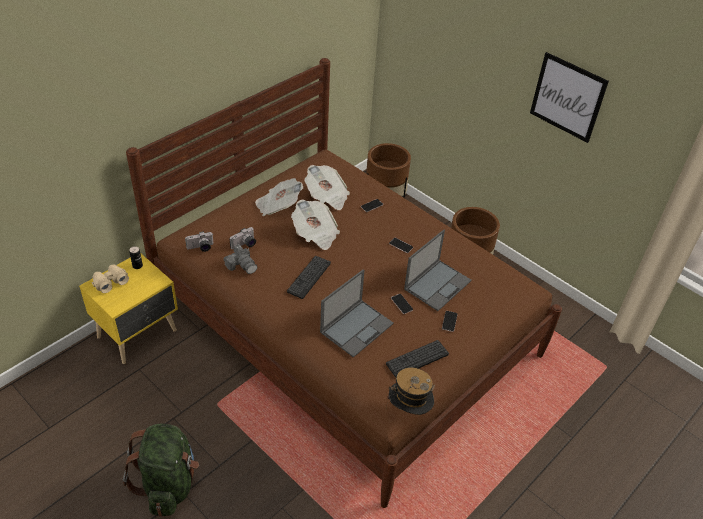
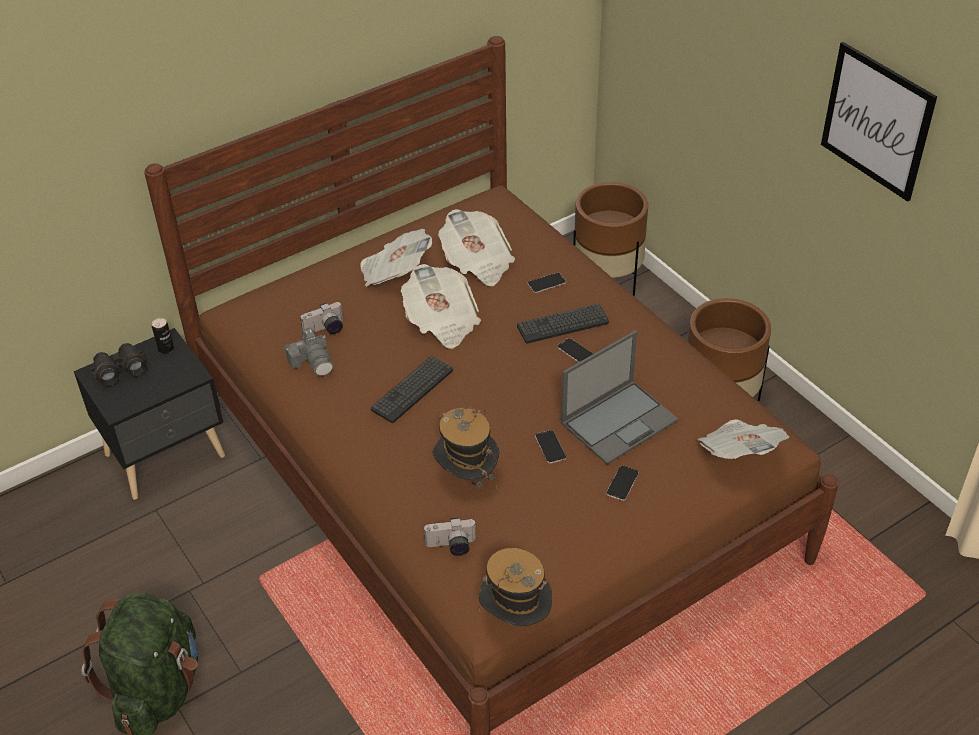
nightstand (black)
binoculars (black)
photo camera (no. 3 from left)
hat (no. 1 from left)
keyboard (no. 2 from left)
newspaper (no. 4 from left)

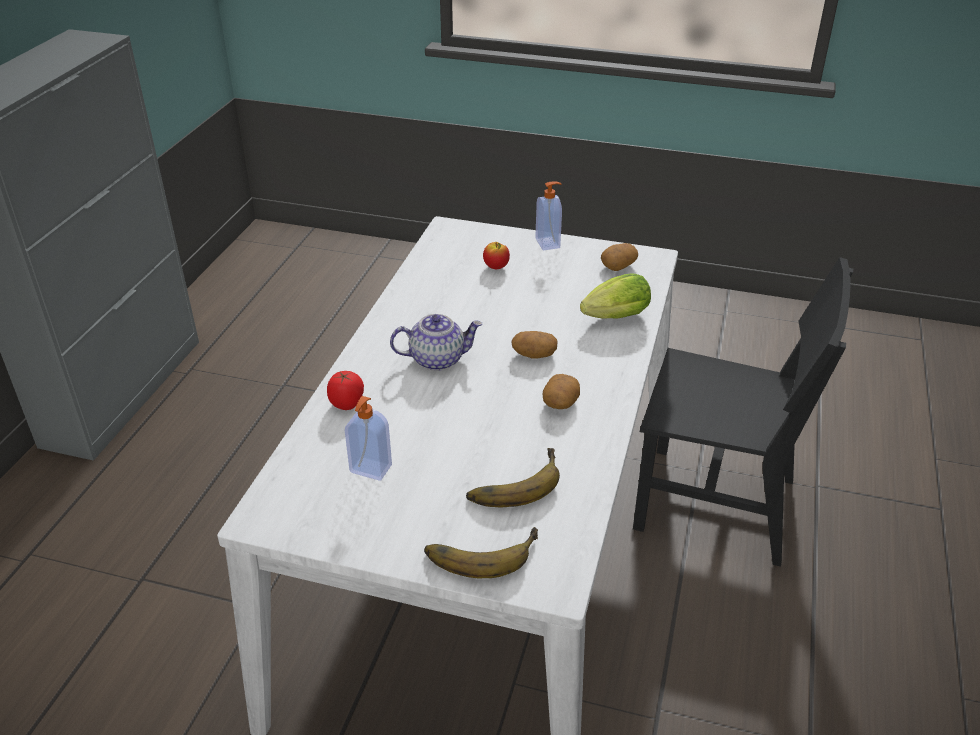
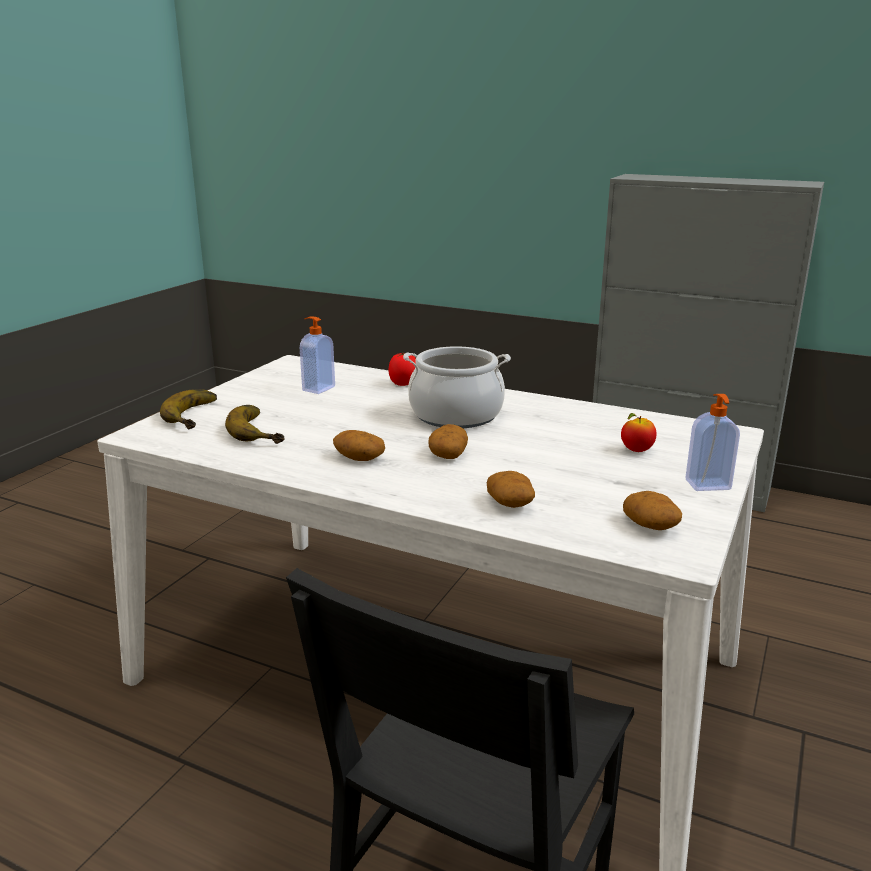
cooking pot
potato (no. 3 from left)

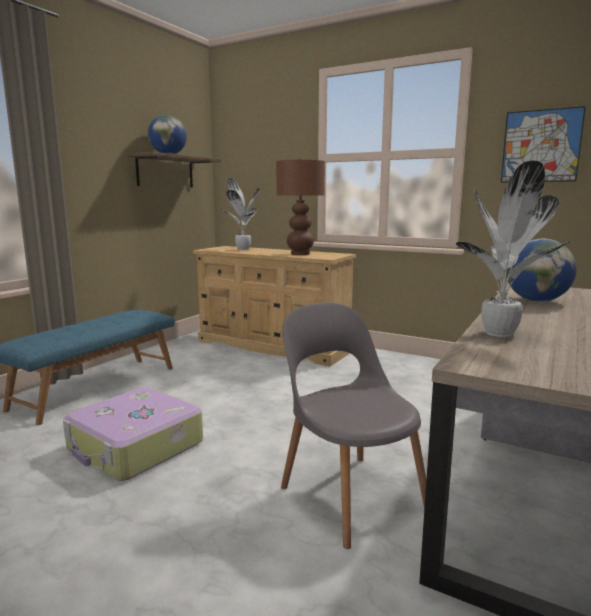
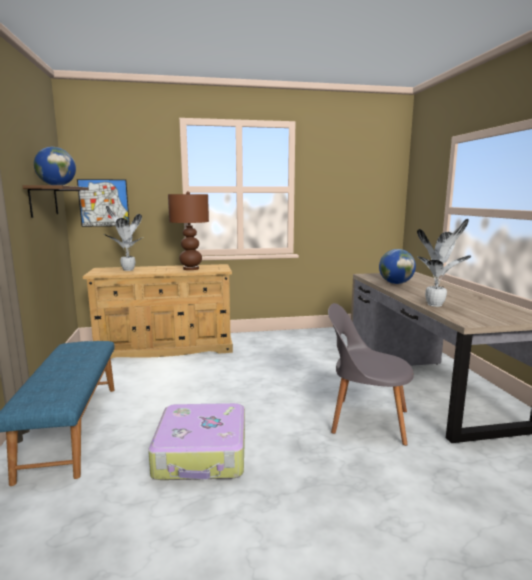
picture

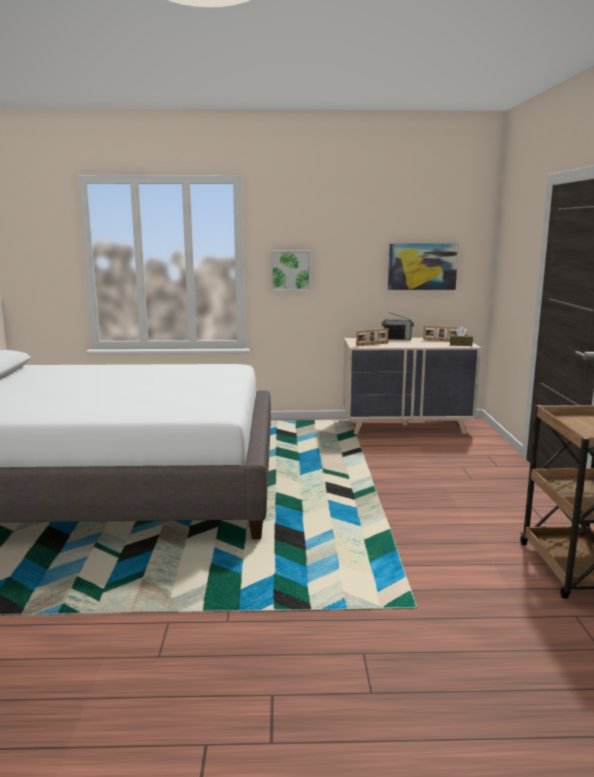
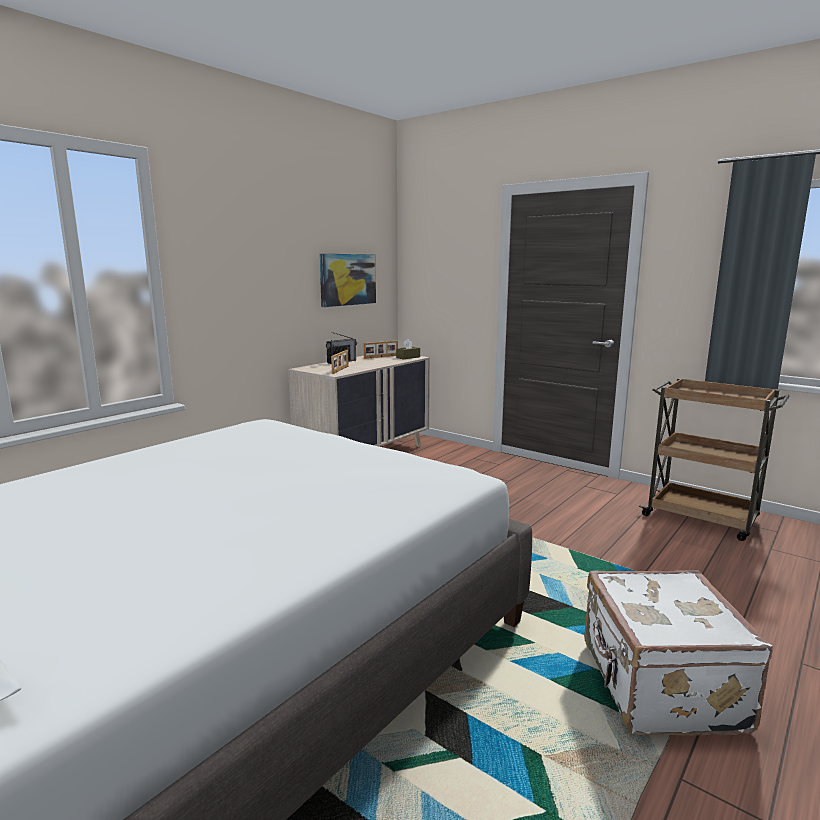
suitcase (white)
picture (no. 1 from left in the first image)

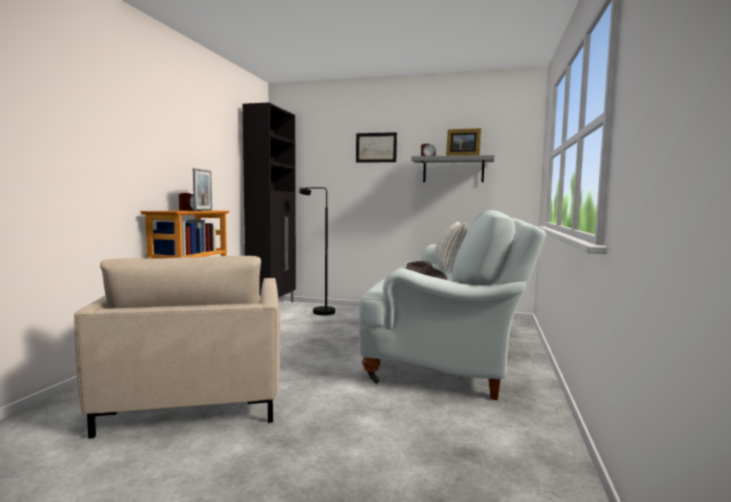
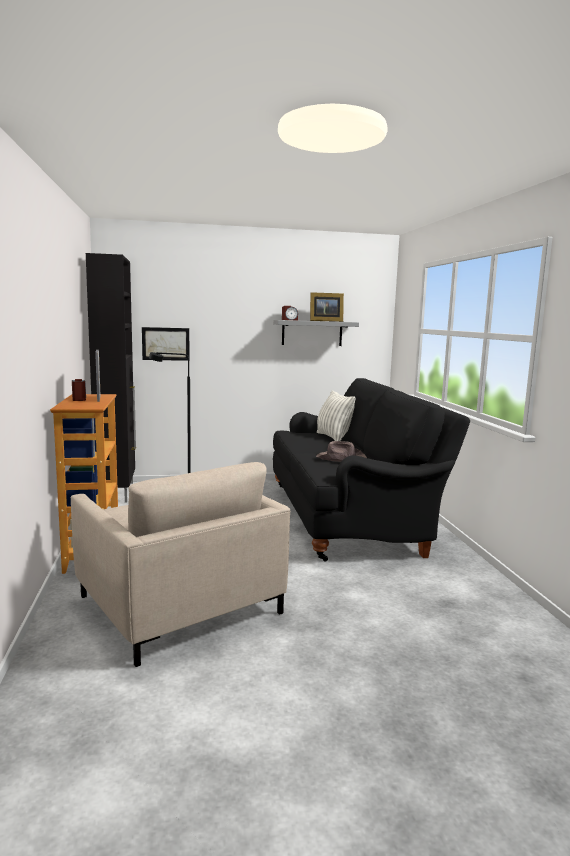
picture
sofa (black)

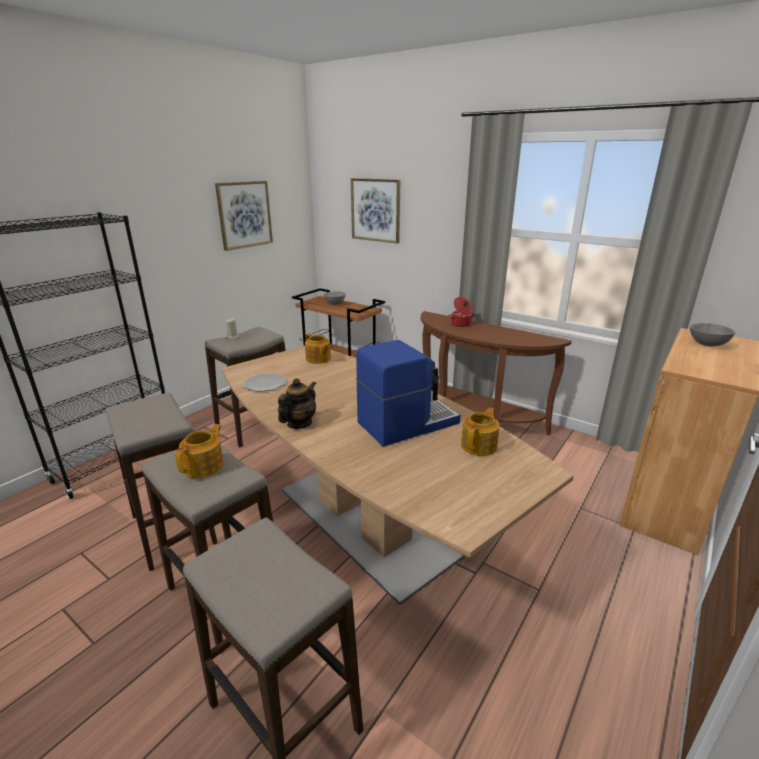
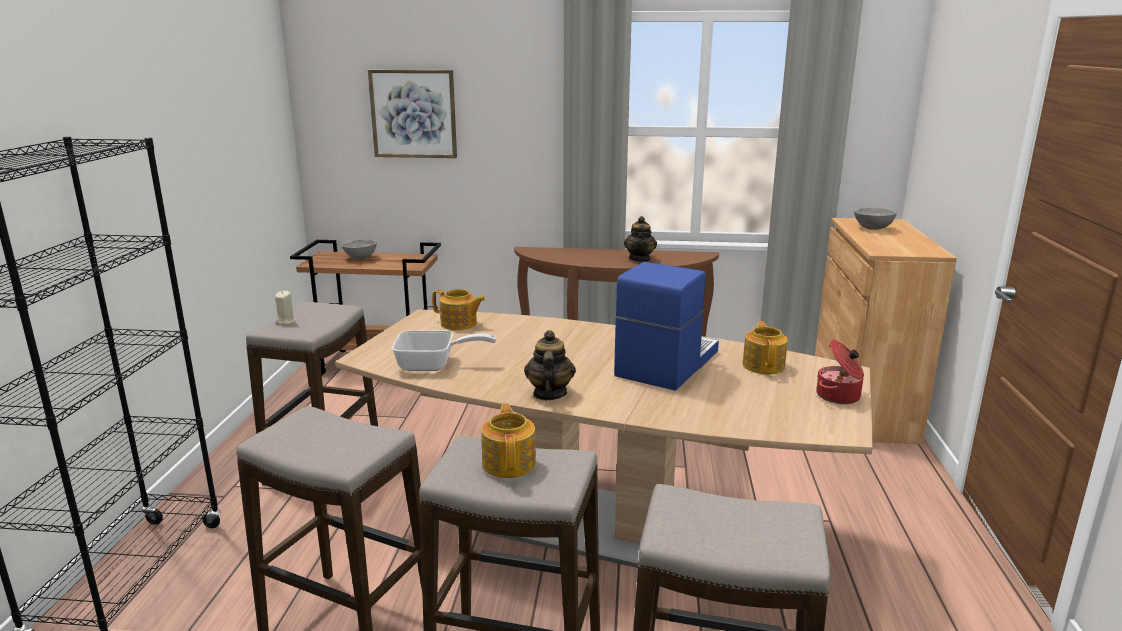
frying pan
teapot (no. 4 from left)
cooking pot
picture (no. 1 from left in the first image)

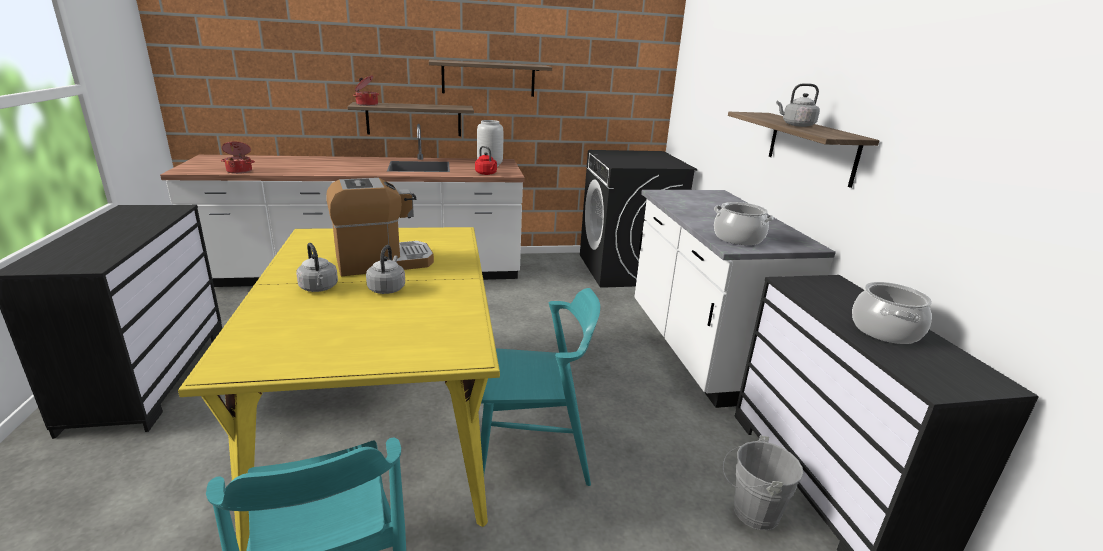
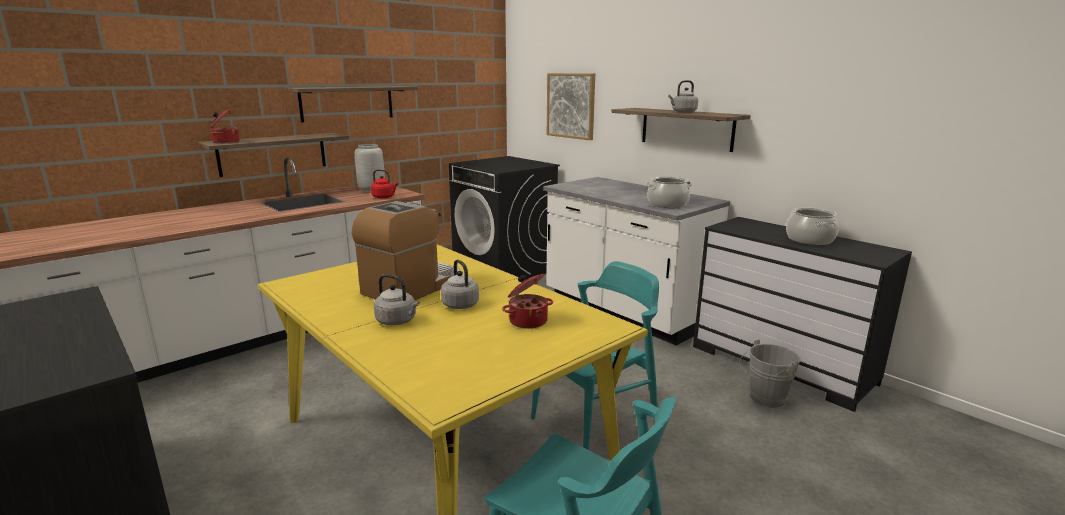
cooking pot (no. 2 from left)
picture

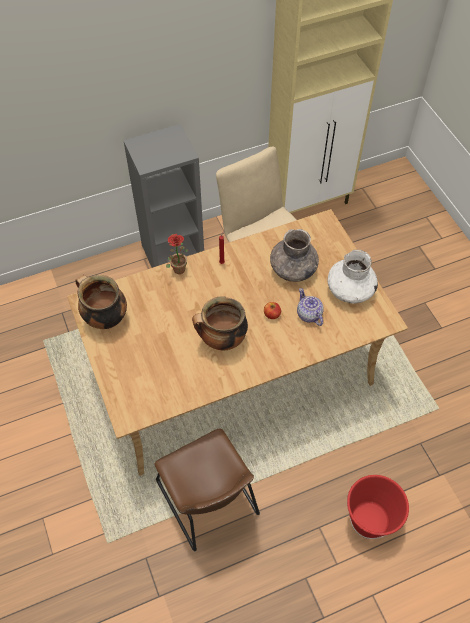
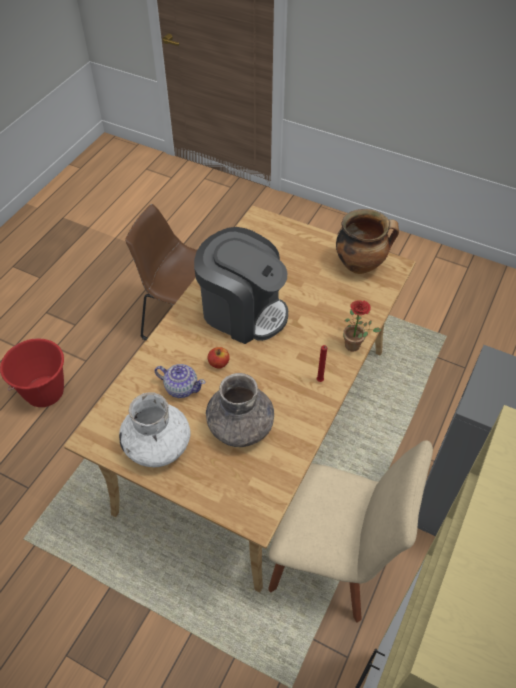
coffee machine

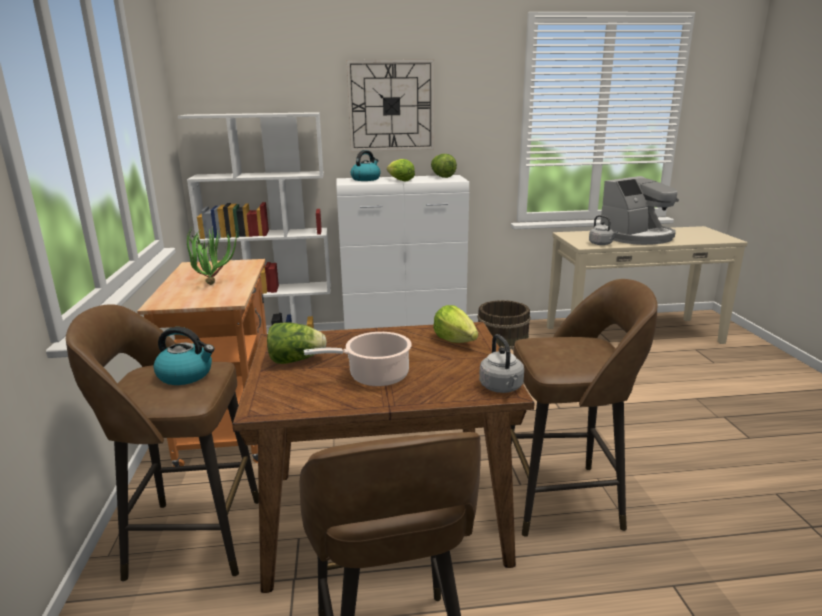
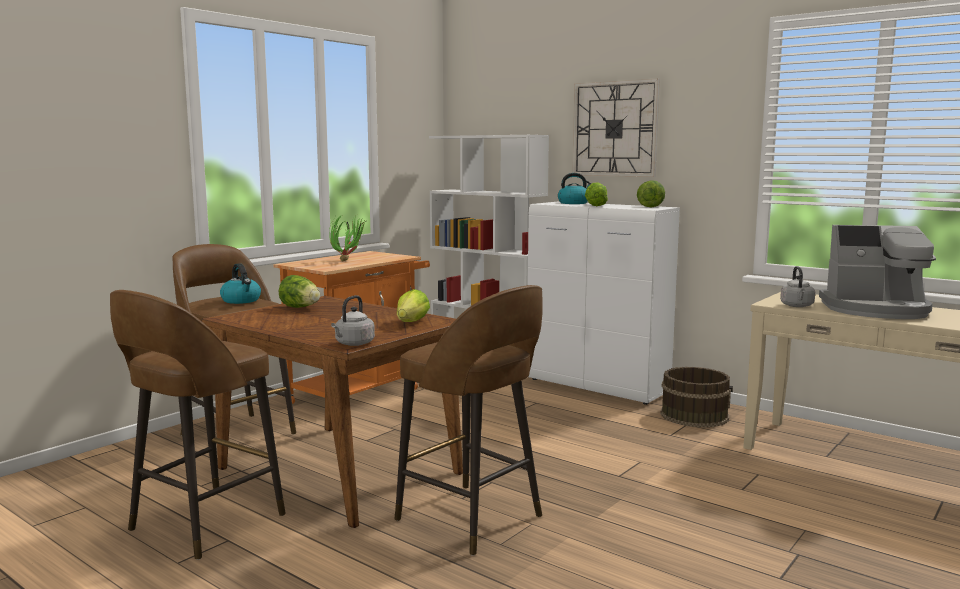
cooking pot

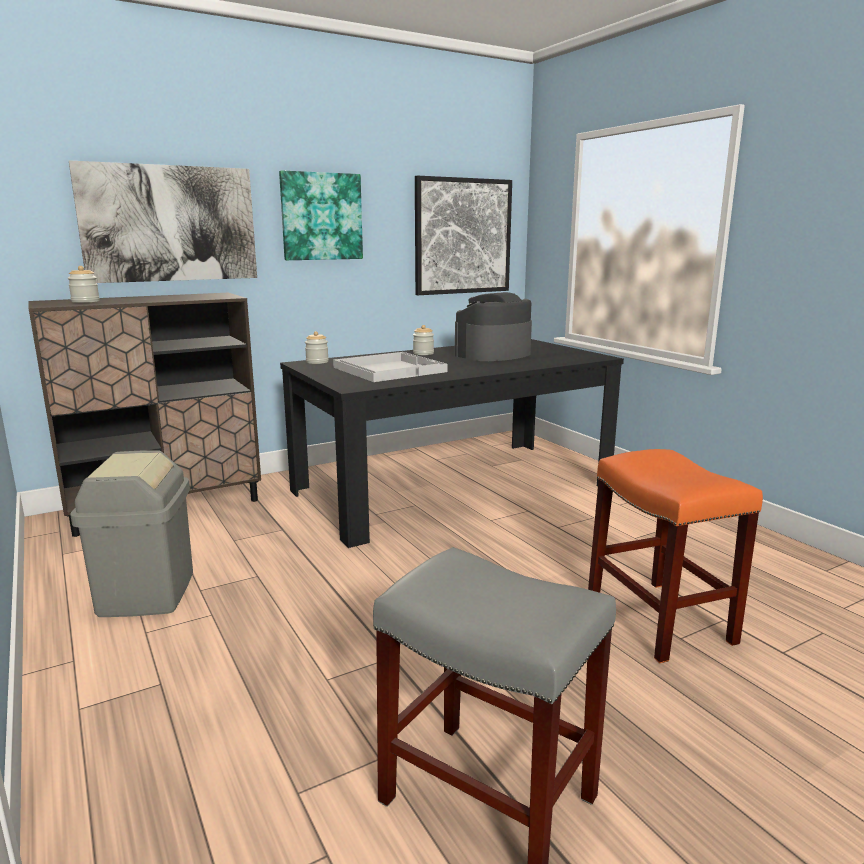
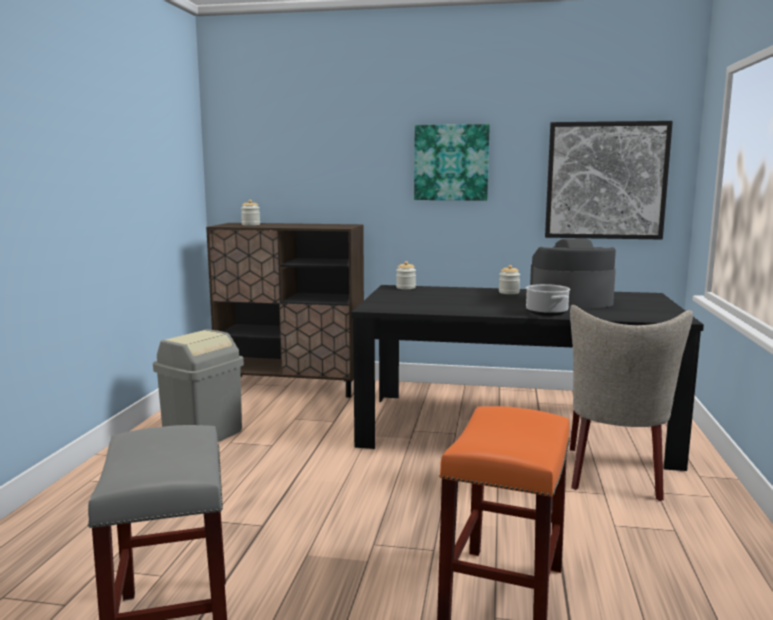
cooking pot
chair (beige)
picture (no. 1 from left in the first image)
tray (white)

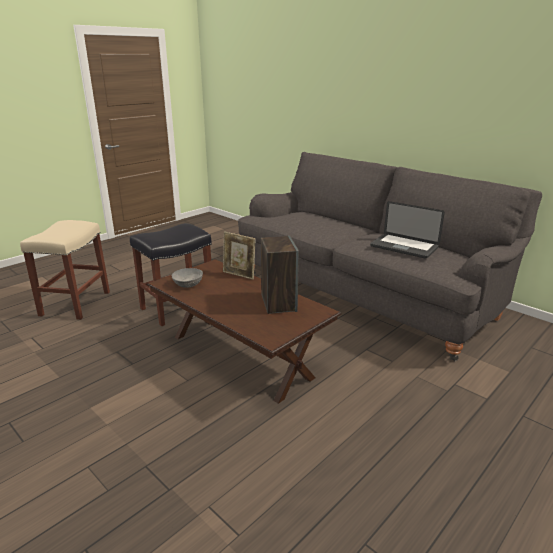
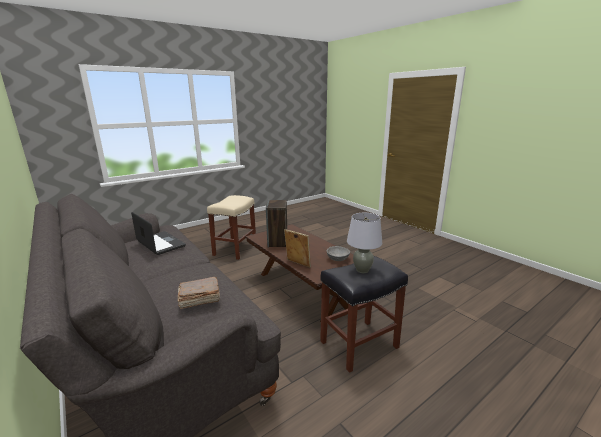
book (brown)
stool (beige)
table lamp (grey)

